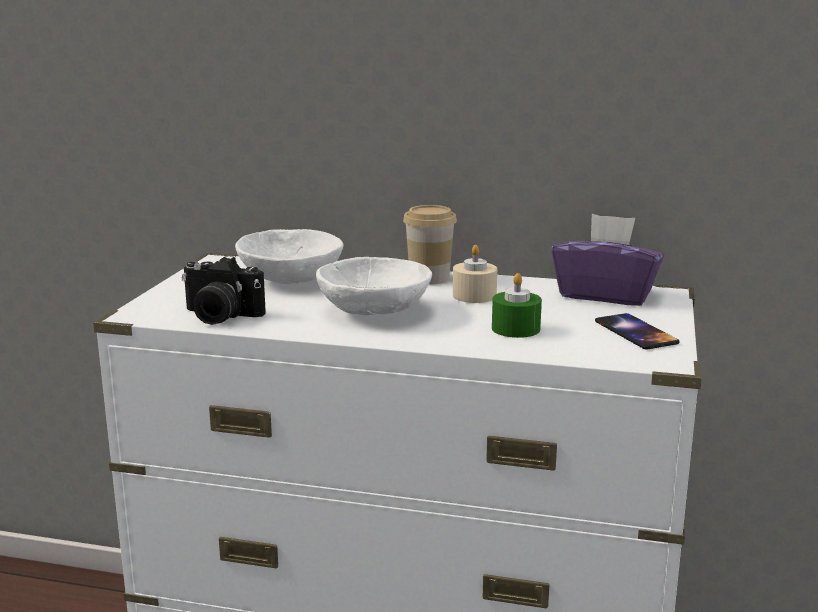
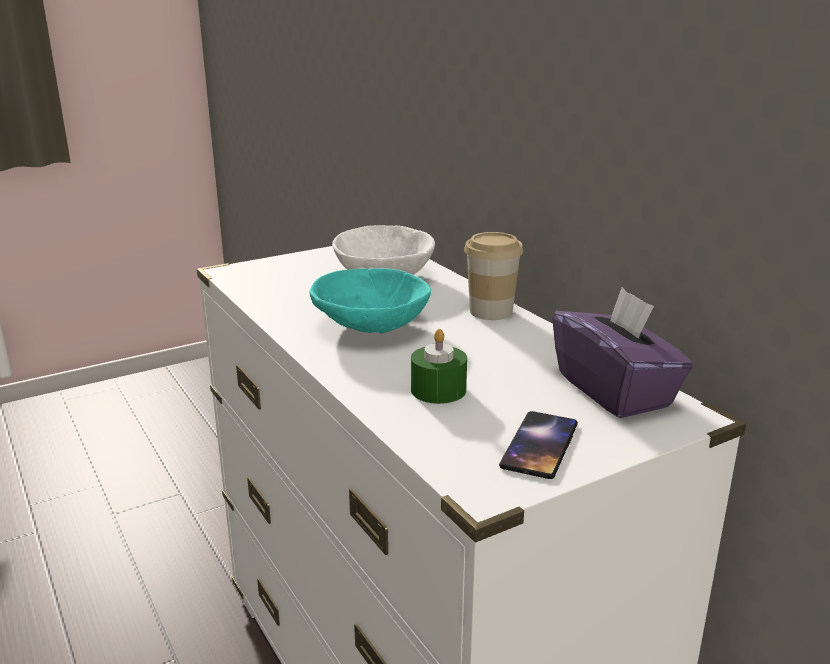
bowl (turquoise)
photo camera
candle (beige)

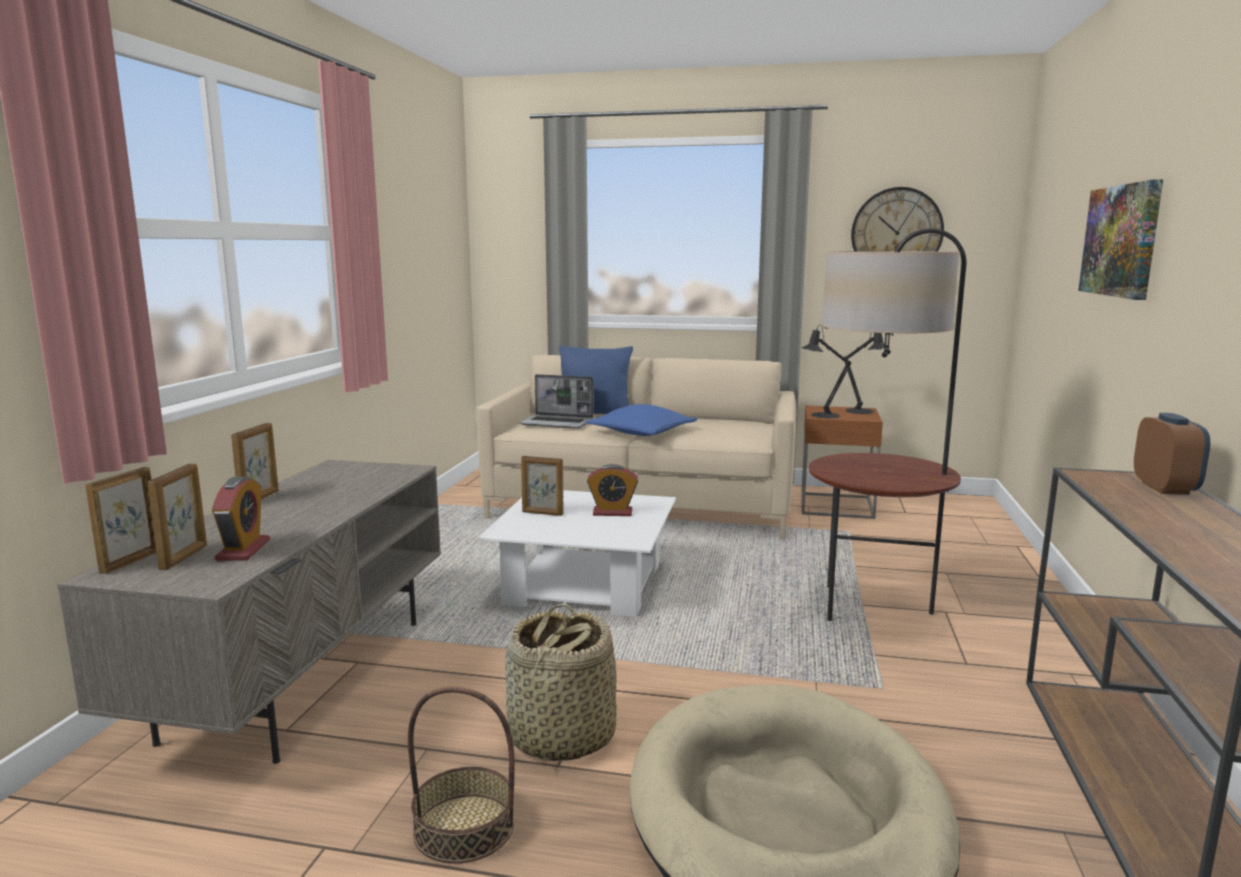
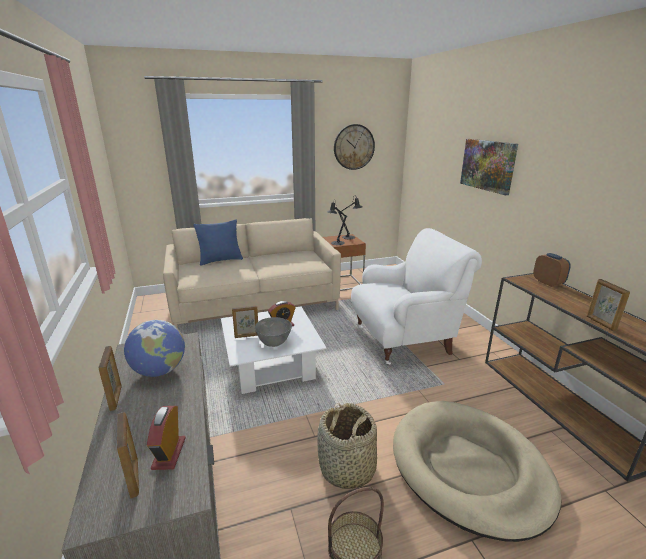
globe
alarm clock (no. 1 from left)
bowl (grey)
armchair (white)
picture frame (no. 4 from left)
laptop
pillow (blue) (no. 2 from left in the first image)

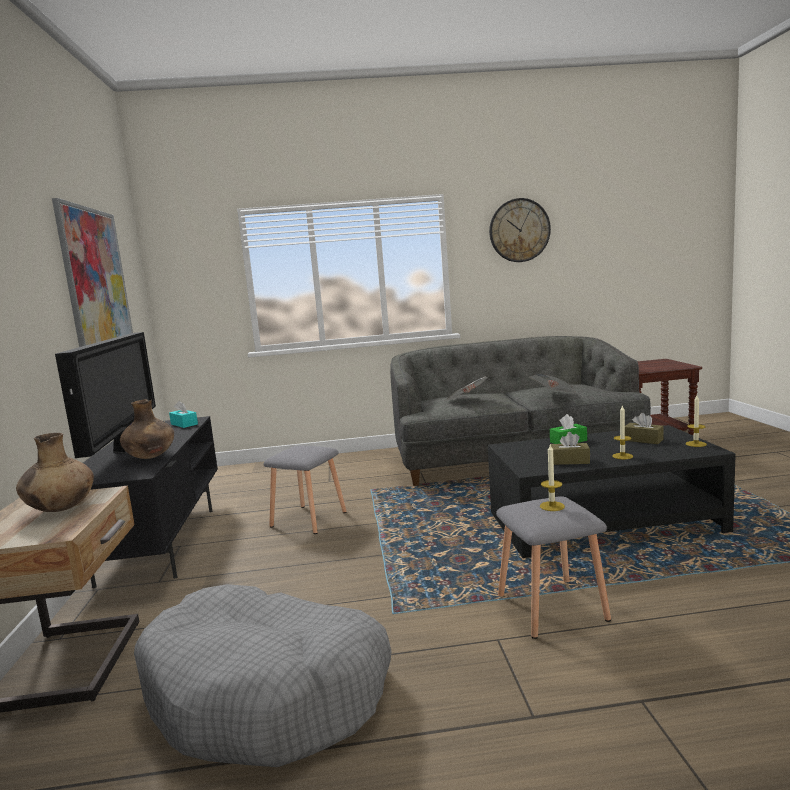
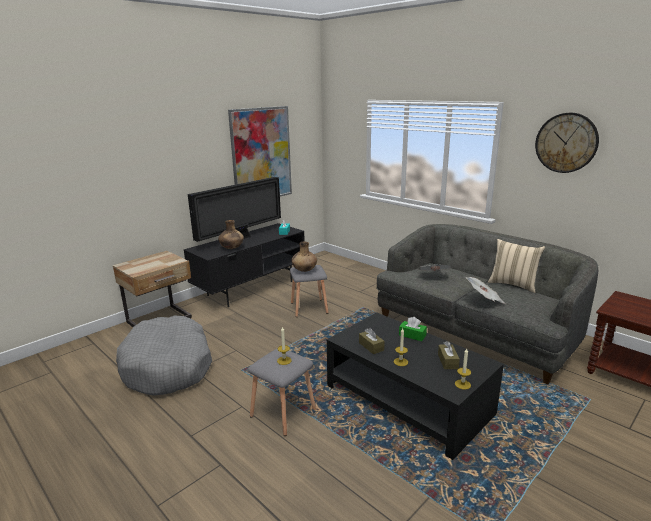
vase (brown) (no. 2 from left)
pillow (beige)

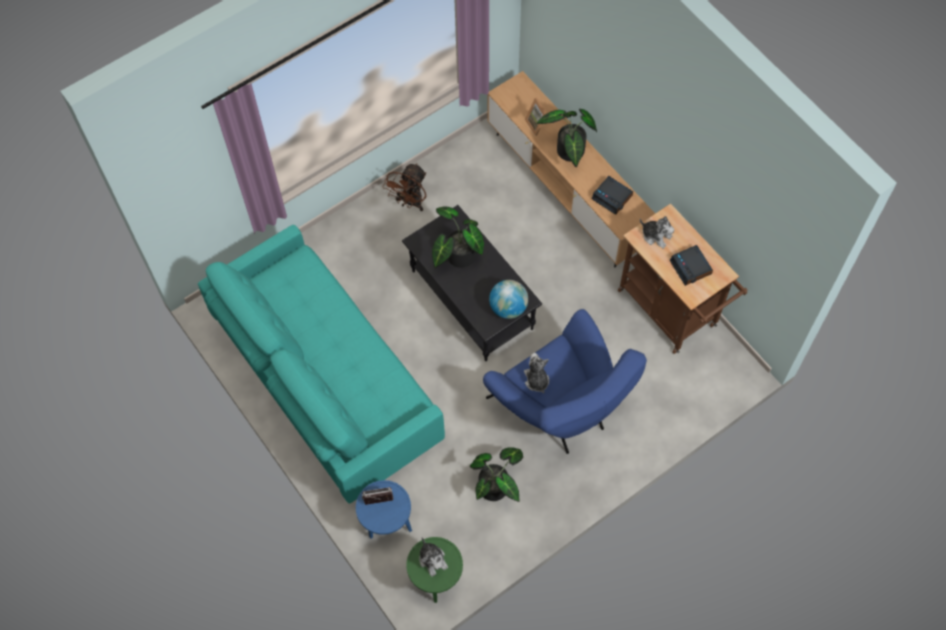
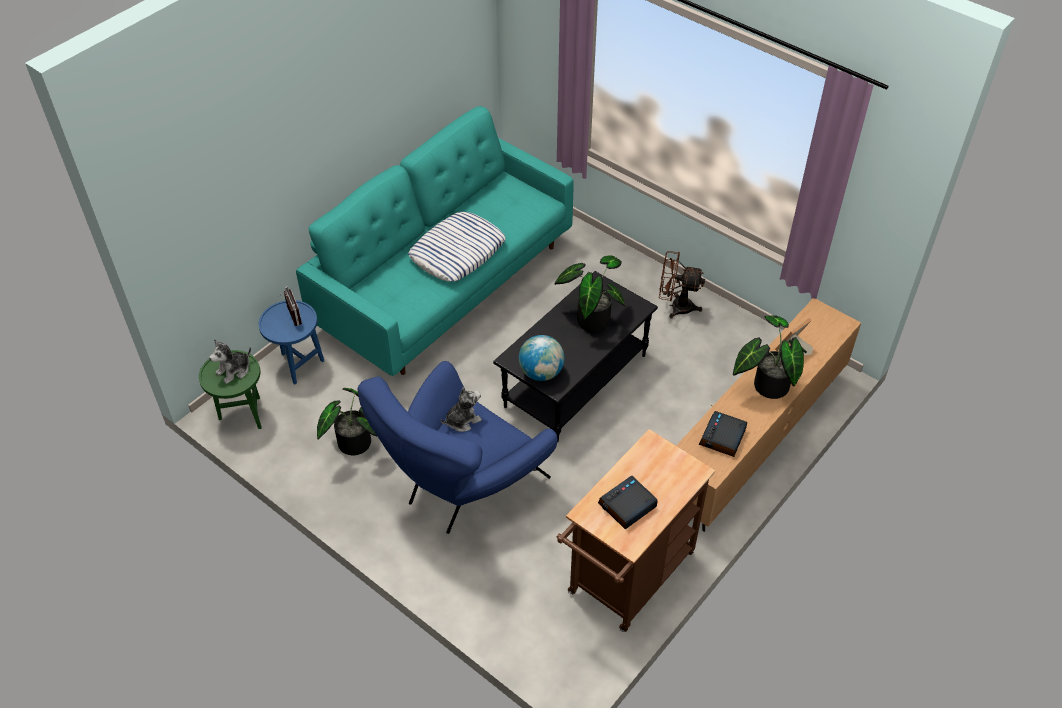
pillow
plush toy (no. 3 from left in the first image)

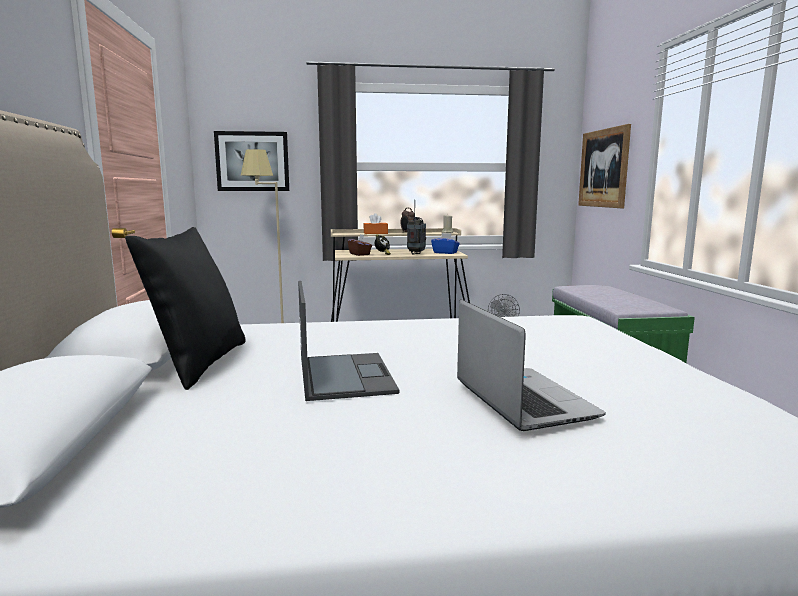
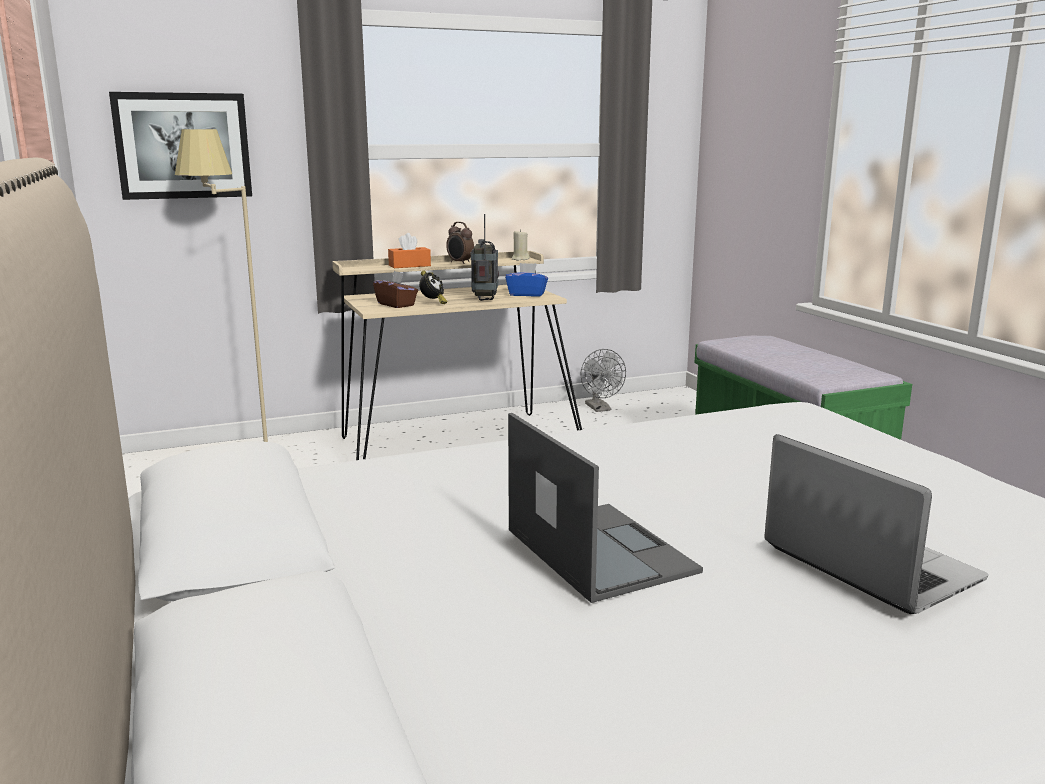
pillow (black)
picture (no. 2 from left in the first image)

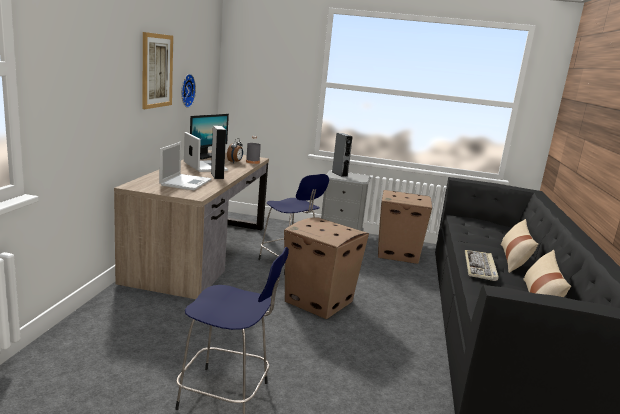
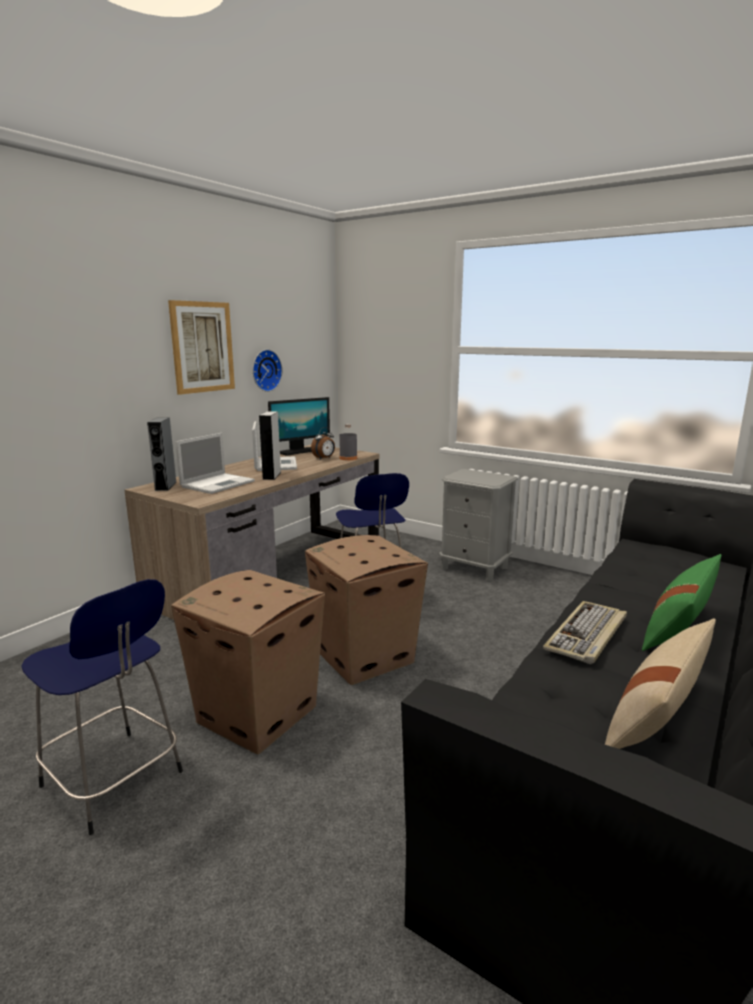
speaker (grey) (no. 1 from left)
cardboard box (no. 1 from left)
pillow (green)

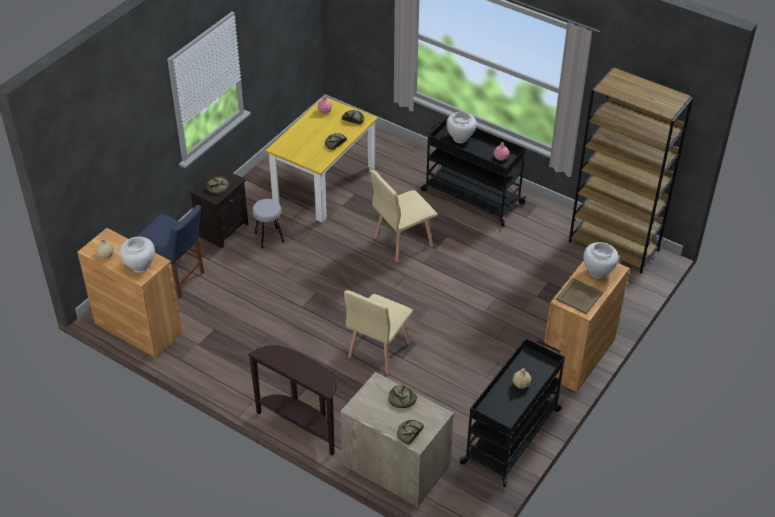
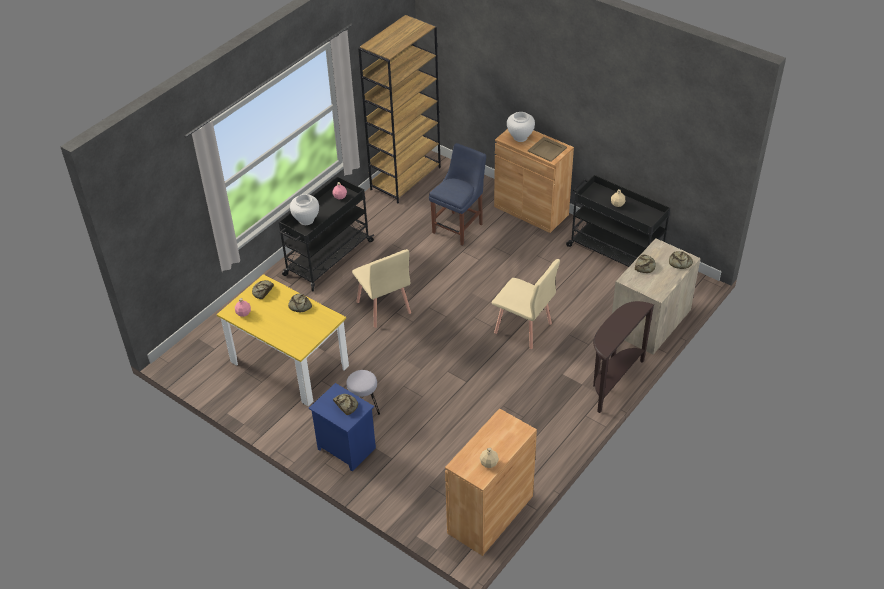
nightstand (blue)
chair (blue)
vase (white) (no. 1 from left in the first image)

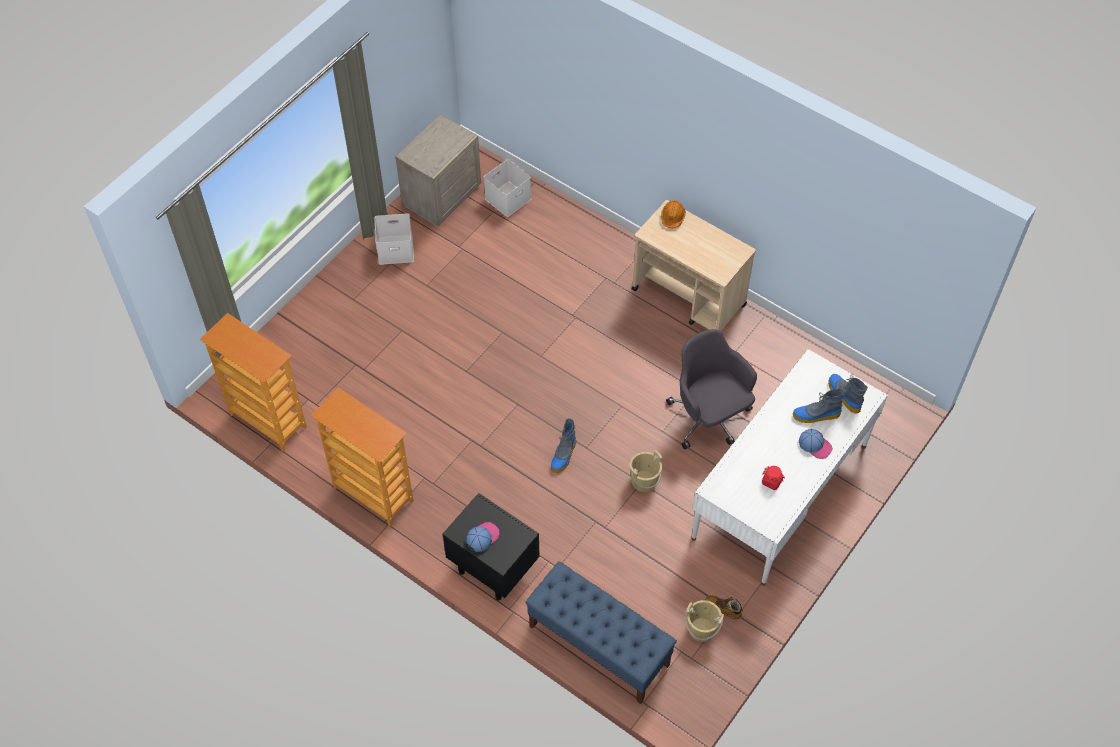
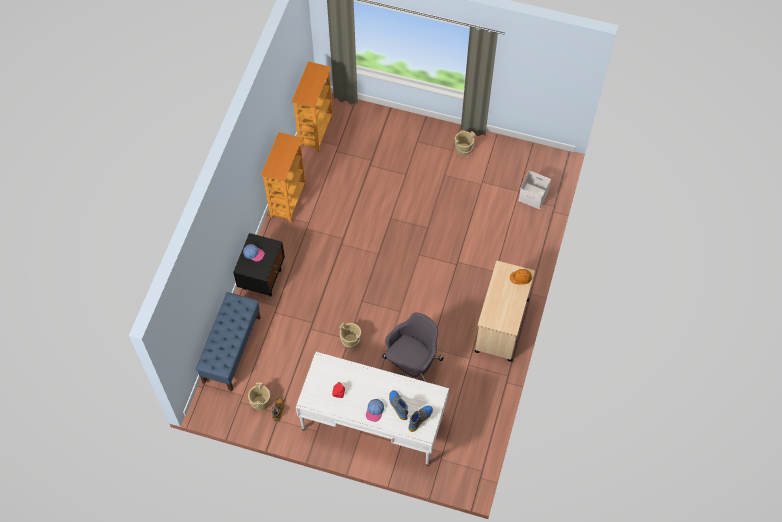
bucket (beige) (no. 3 from left)
nightstand (beige)
boot (no. 1 from left in the first image)

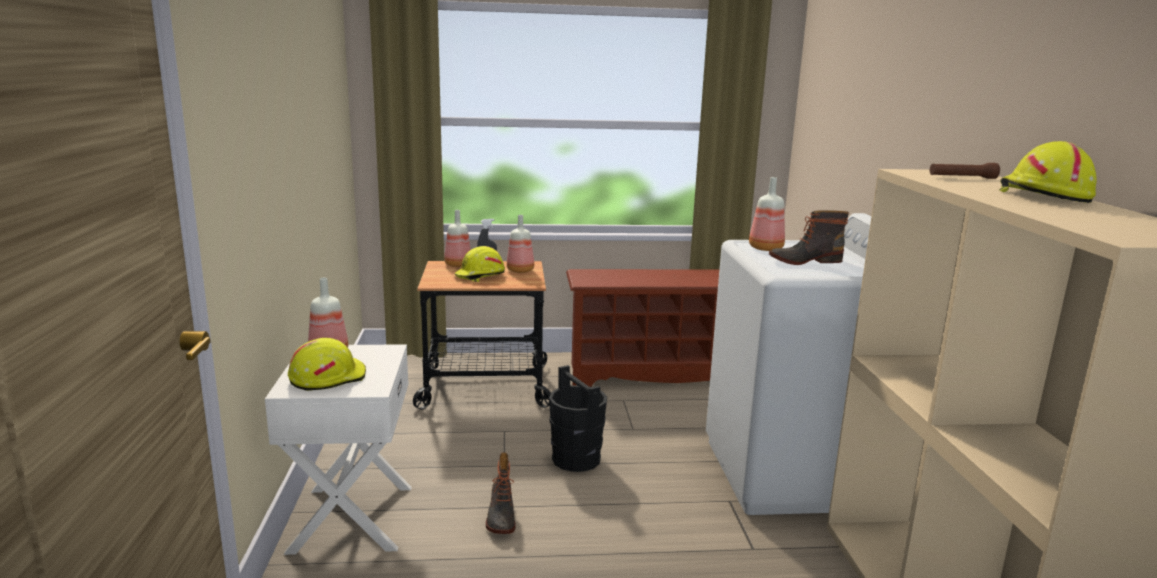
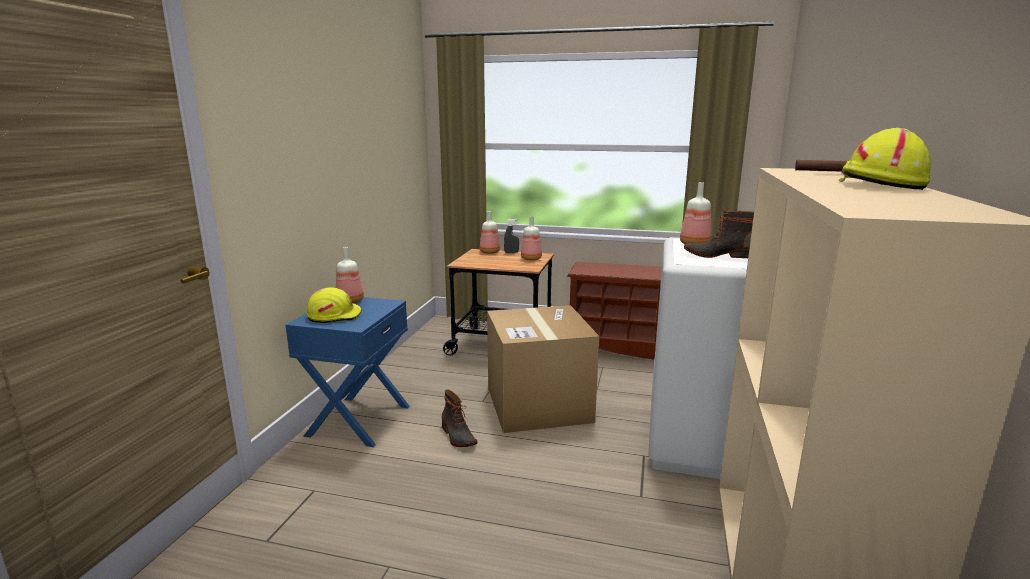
nightstand (blue)
boot (no. 1 from left)
cardboard box
hard hat (yellow) (no. 2 from left in the first image)

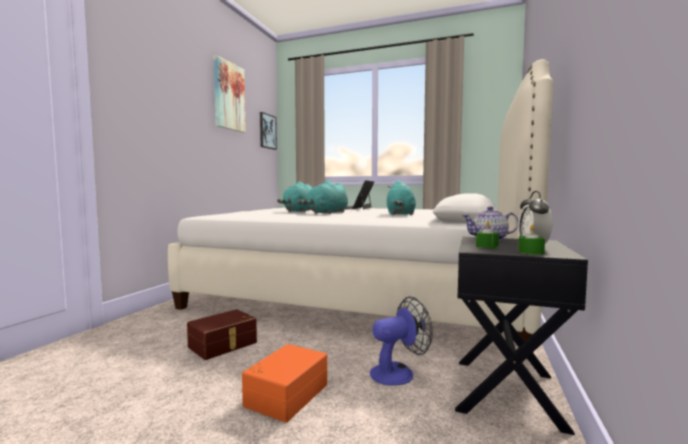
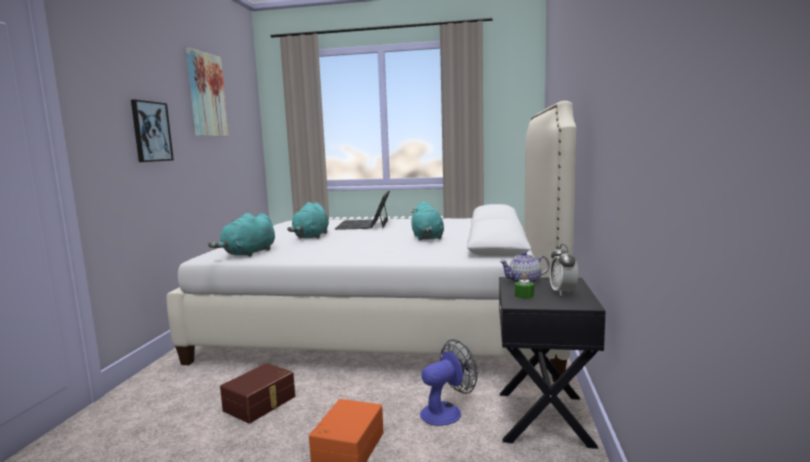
picture (no. 1 from left)
plush toy (turquoise) (no. 1 from left)
candle (green) (no. 2 from left in the first image)

